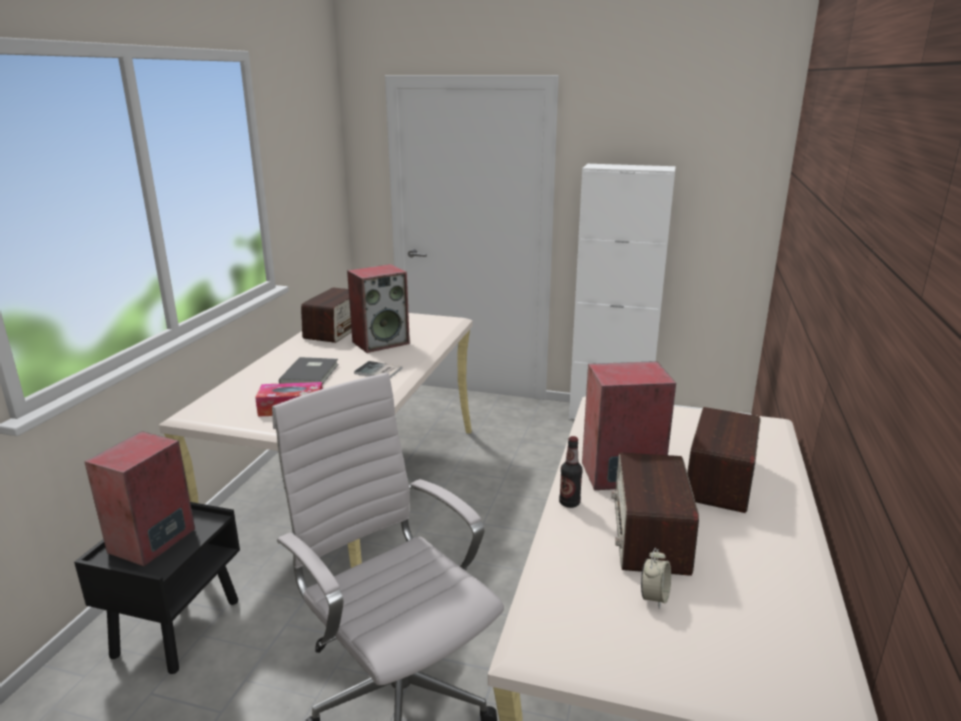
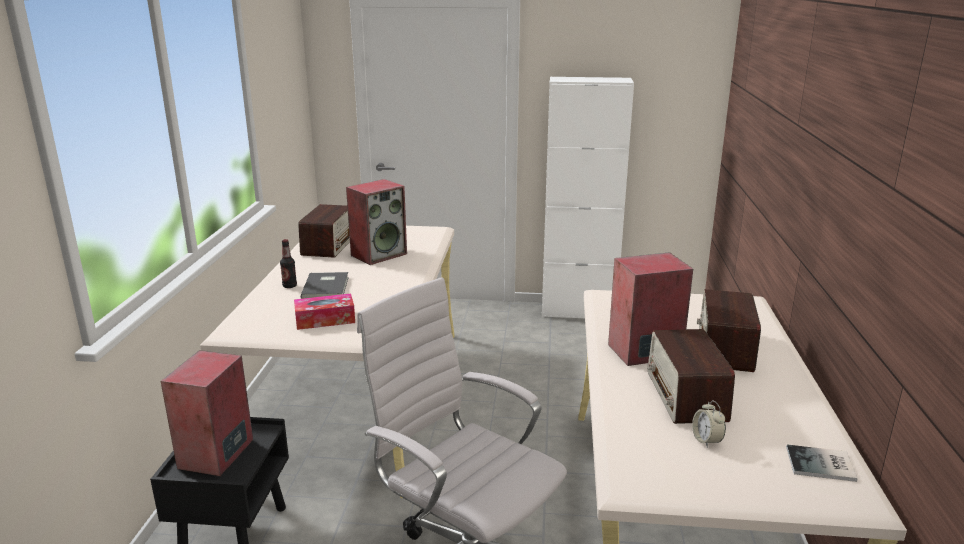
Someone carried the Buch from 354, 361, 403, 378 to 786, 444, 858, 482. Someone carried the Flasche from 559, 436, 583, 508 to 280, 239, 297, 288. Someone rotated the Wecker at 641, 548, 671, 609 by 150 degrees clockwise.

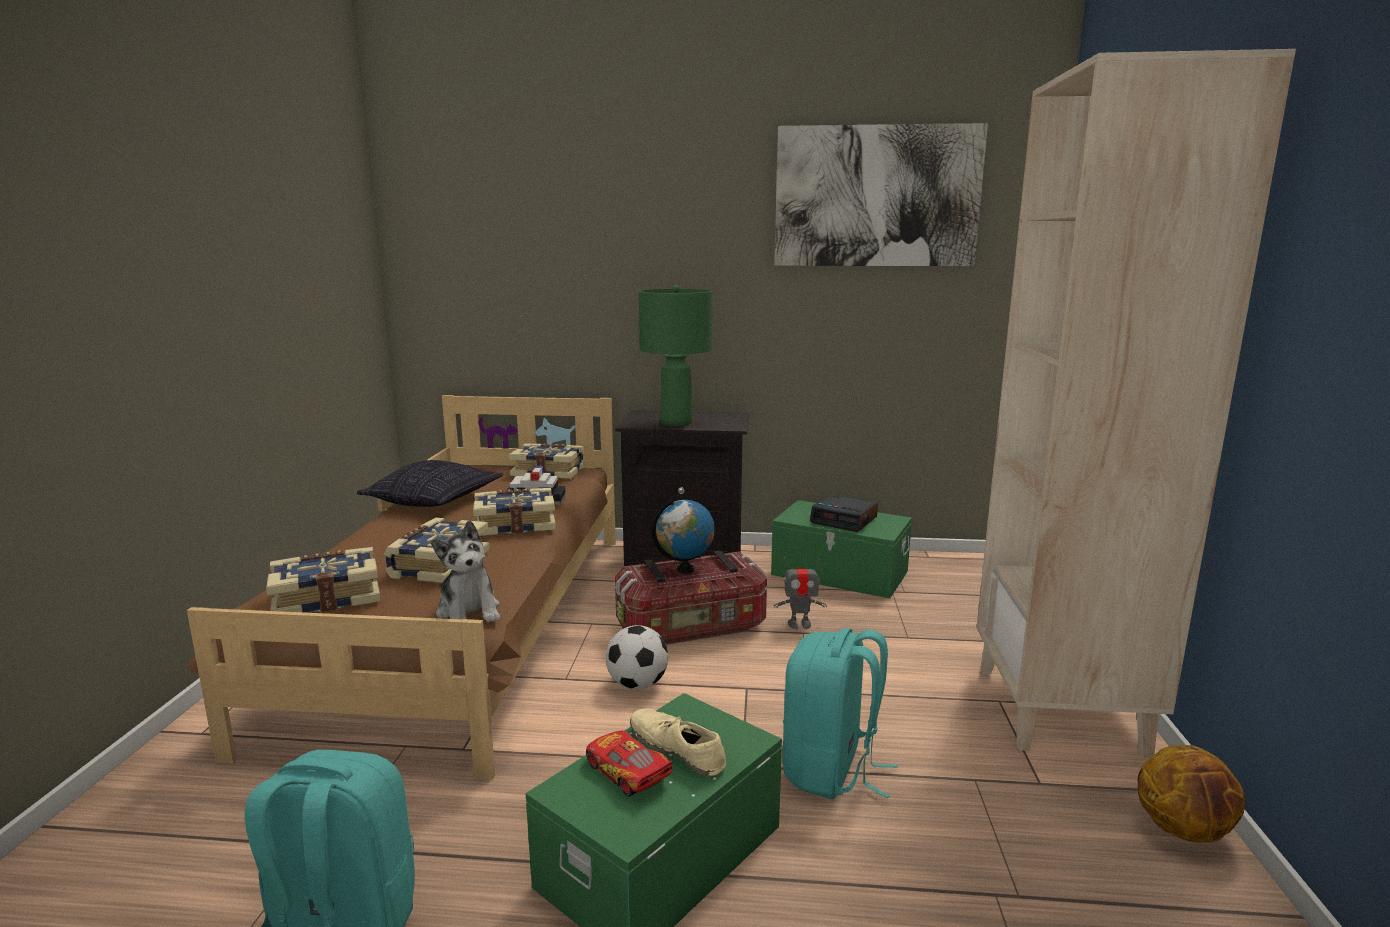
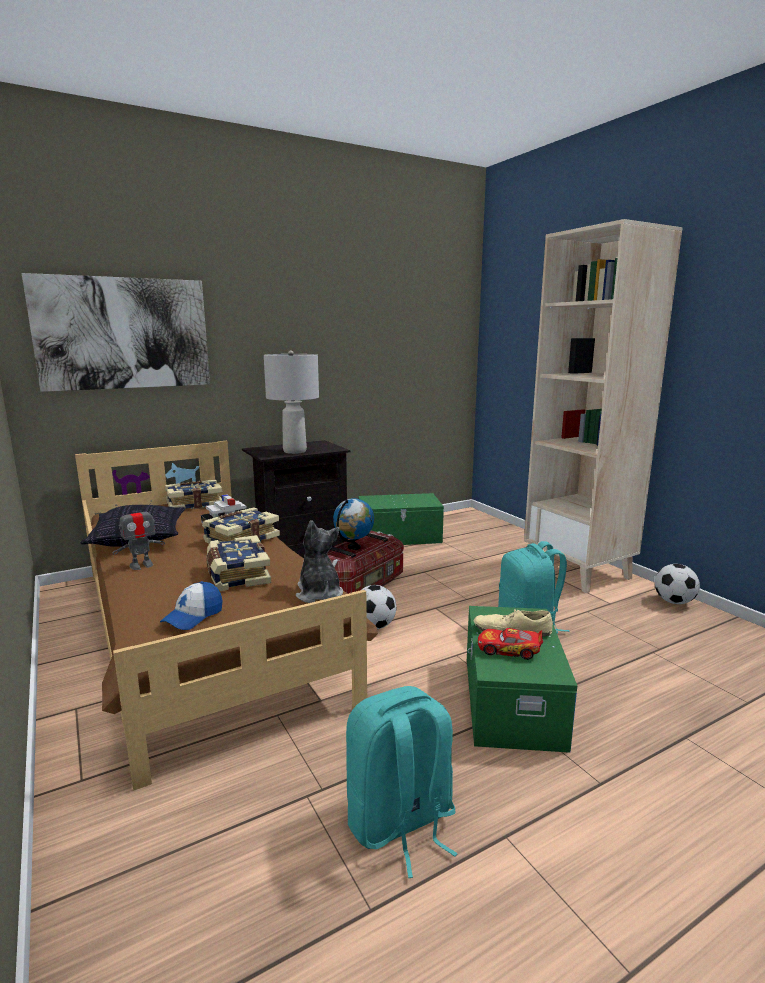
Someone carried the Bild from 774, 123, 988, 266 to 22, 273, 210, 392. Someone repainted the Tischlampe [grün] at 639, 285, 712, 426, which became the Tischlampe [grau] at 264, 350, 319, 454. Someone took away the Wecker at 810, 495, 878, 532. Someone rotated the Plüschtier at 431, 520, 500, 622 by 135 degrees counterclockwise. Someone swapped the Buch at 266, 547, 381, 613 for the Kappe at 160, 581, 223, 630. Someone carried the Spielzeugroboter from 774, 558, 827, 629 to 113, 500, 165, 570. Someone swapped the Basketball at 1138, 745, 1246, 843 for the Fußball at 655, 564, 700, 604.

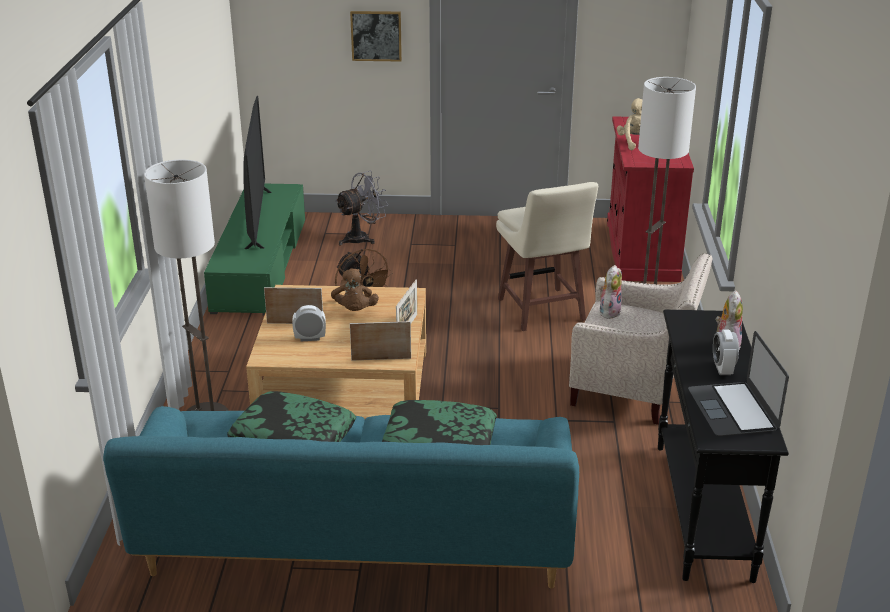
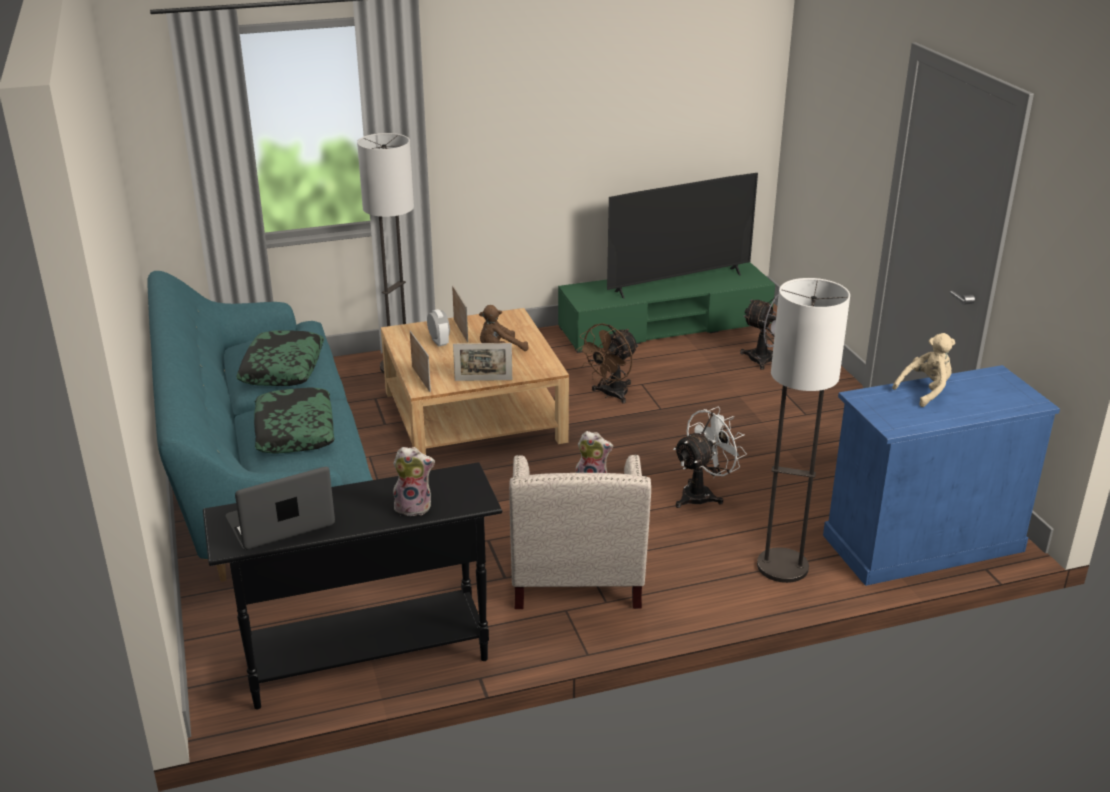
Someone took away the Bild at 350, 11, 402, 62. Someone repainted the Schrank [rot] at 607, 117, 694, 282, which became the Schrank [blau] at 823, 365, 1060, 586. Someone swapped the Hocker [beige] at 496, 182, 598, 331 for the Ventilator [weiß] at 673, 407, 747, 508. Someone took away the Wecker at 713, 330, 739, 375.

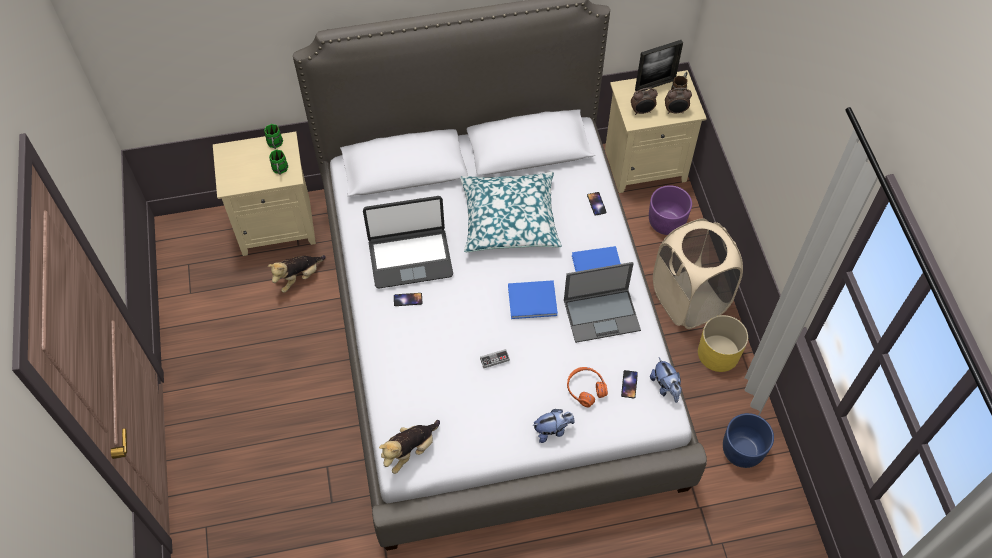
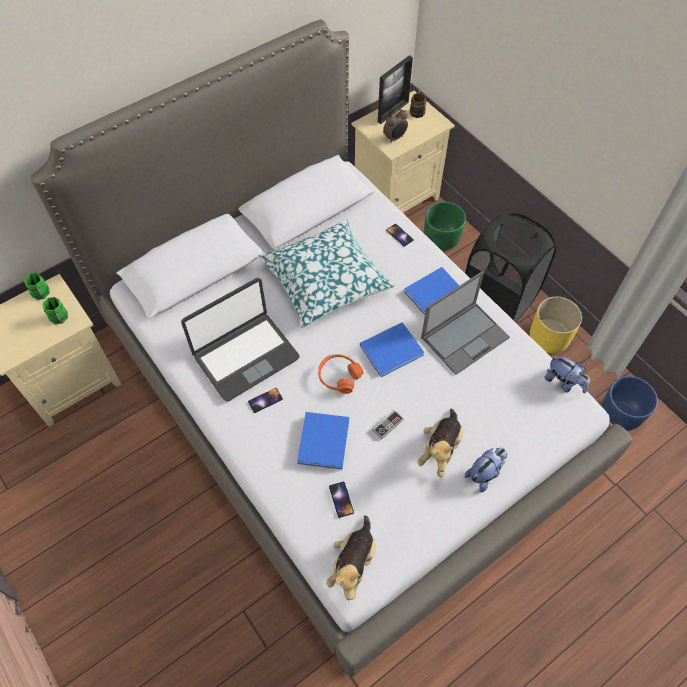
Someone took away the Wecker at 665, 88, 692, 114. Someone repainted the Pflanzkübel [lila] at 649, 185, 692, 235, which became the Pflanzkübel [grün] at 424, 202, 466, 251. Someone repainted the Wäschekorb [beige] at 653, 218, 743, 329, which became the Wäschekorb [schwarz] at 465, 213, 556, 322. Someone carried the Plüschtier from 268, 255, 326, 293 to 417, 409, 463, 477. Someone carried the Kopfhörer [orange] from 567, 367, 608, 407 to 318, 354, 364, 394. Someone carried the Handy from 621, 370, 638, 399 to 329, 482, 354, 518. Someone put down the Buch [blau] at 297, 412, 349, 469.

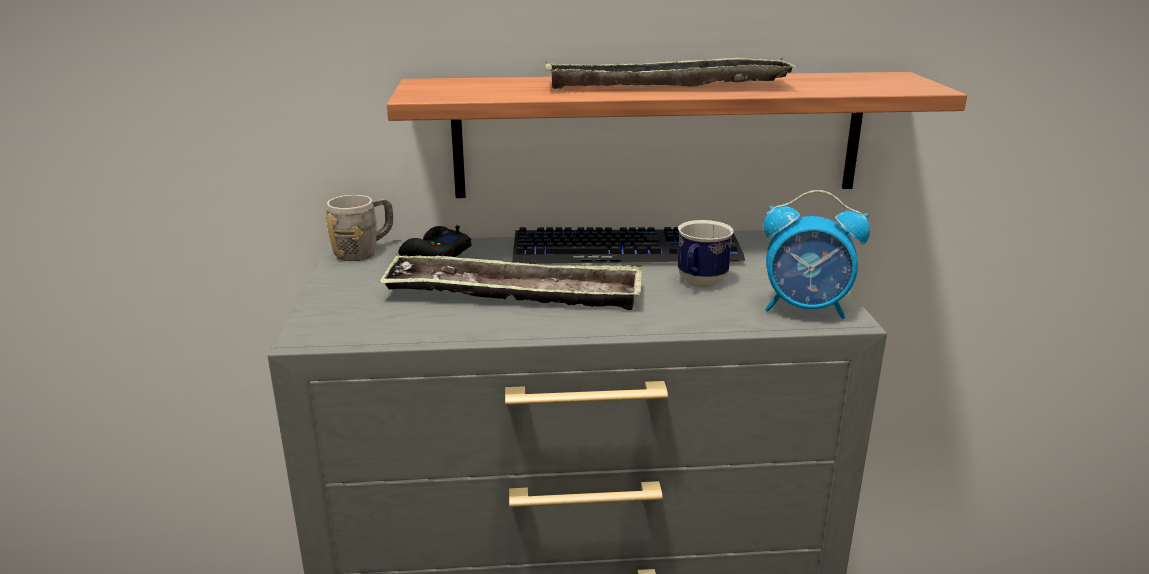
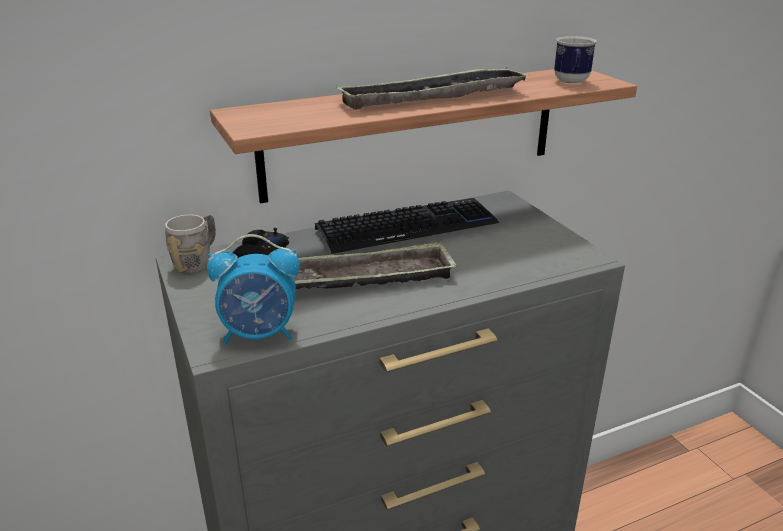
Someone carried the Wecker from 763, 190, 870, 319 to 207, 234, 300, 344. Someone carried the Henkelbecher from 678, 220, 734, 288 to 554, 36, 597, 84.

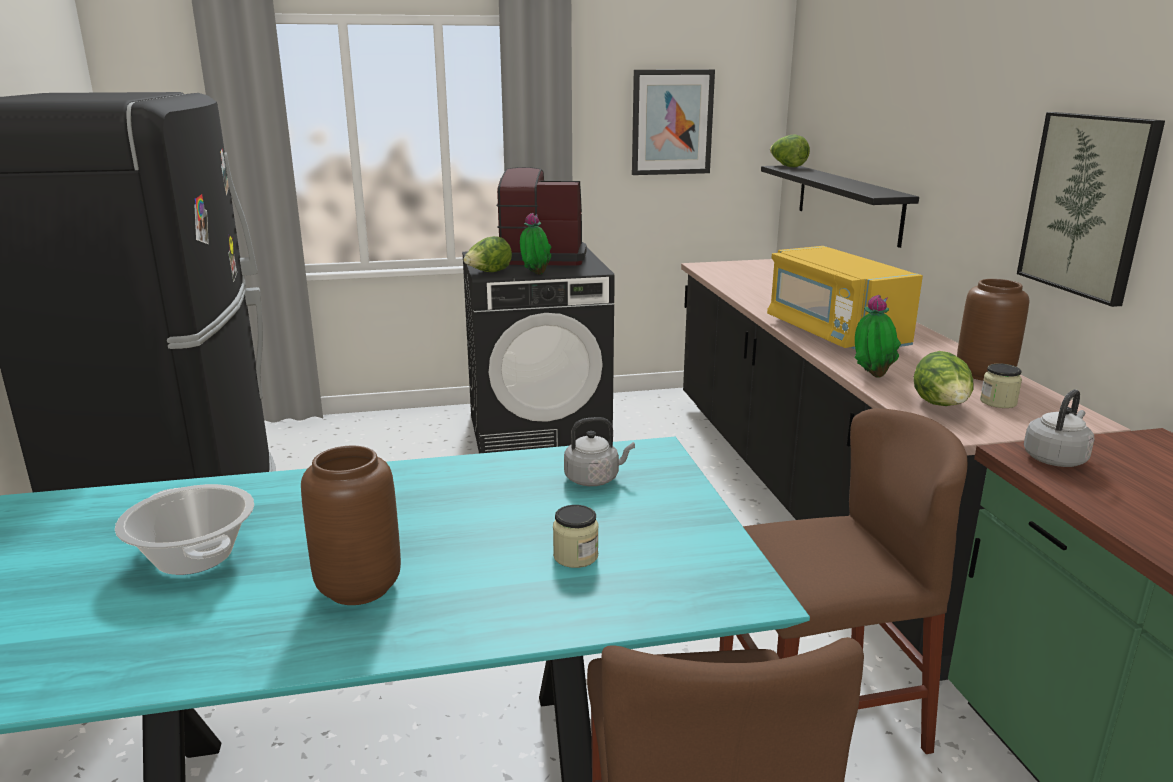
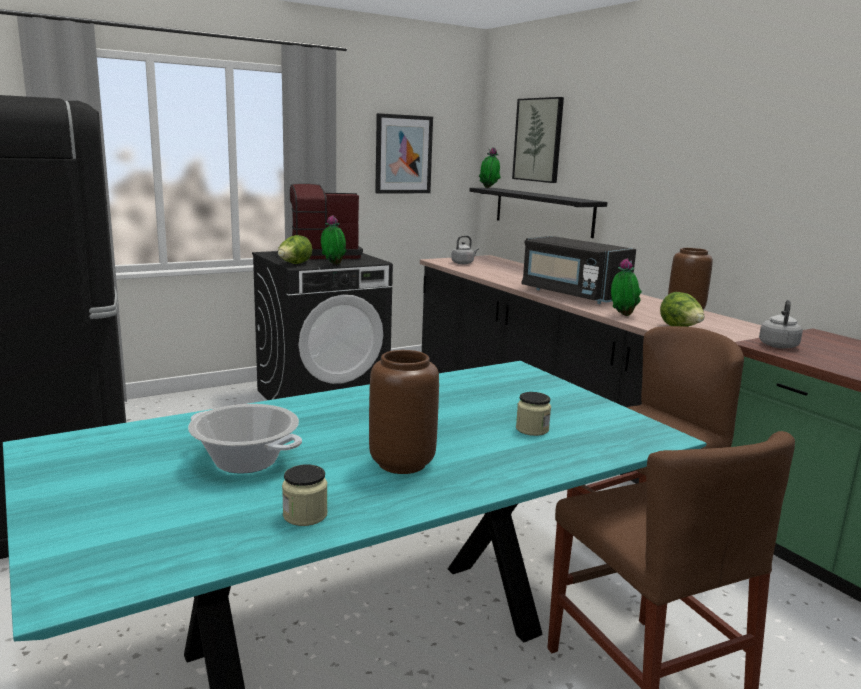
Someone carried the Bild from 1017, 112, 1165, 307 to 512, 97, 564, 183. Someone swapped the Salatkopf at 770, 134, 810, 167 for the Topfpflanze at 479, 147, 501, 188. Someone repainted the Mikrowelle [gelb] at 767, 246, 923, 349, which became the Mikrowelle [schwarz] at 521, 236, 636, 304. Someone carried the Vorratsglas from 980, 363, 1022, 408 to 282, 464, 328, 526. Someone carried the Wasserkessel [grau] from 564, 417, 635, 486 to 451, 236, 479, 264.

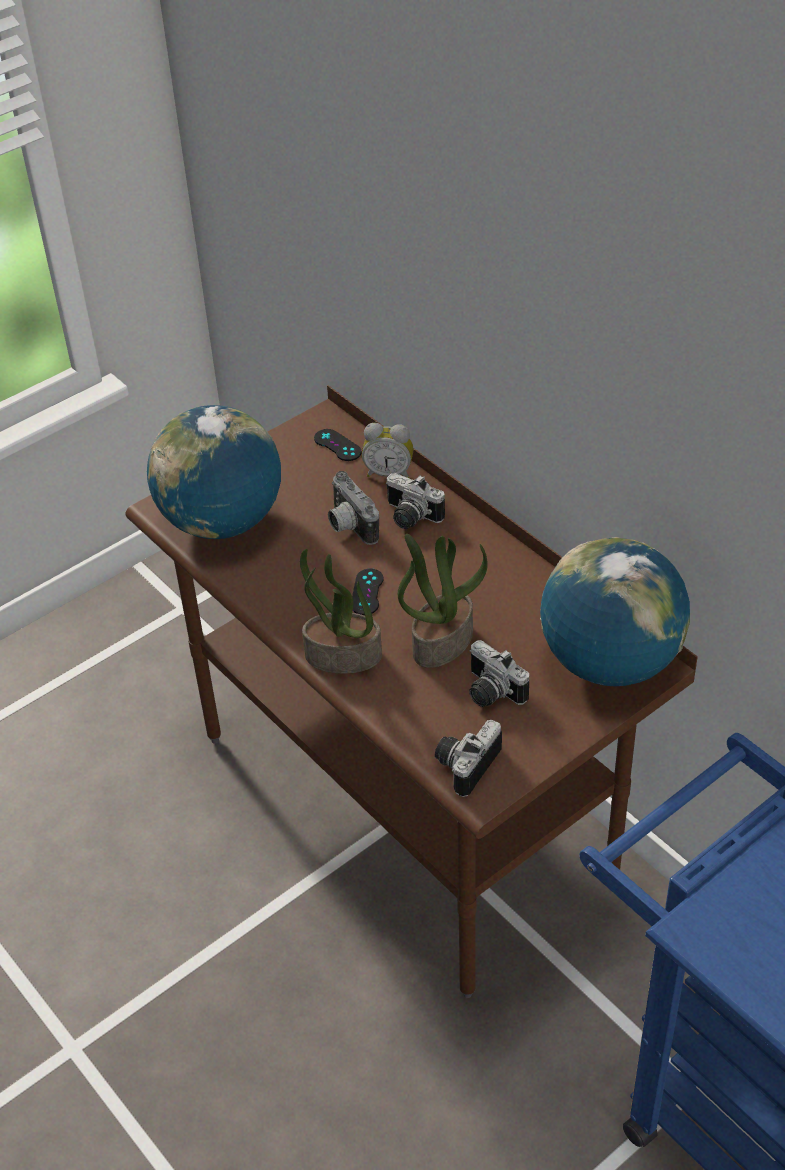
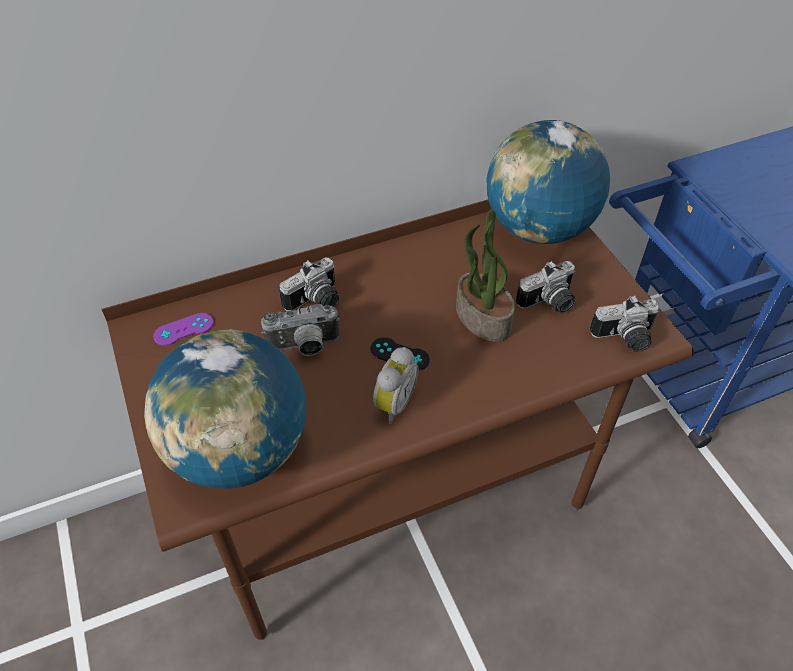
Someone carried the Wecker from 362, 423, 413, 479 to 373, 347, 419, 424. Someone repainted the Gamepad [schwarz] at 314, 429, 362, 461, which became the Gamepad [lila] at 153, 313, 214, 346. Someone took away the Topfpflanze at 300, 549, 382, 674. Someone rotated the Kamera at 435, 720, 502, 797 by 60 degrees counterclockwise.

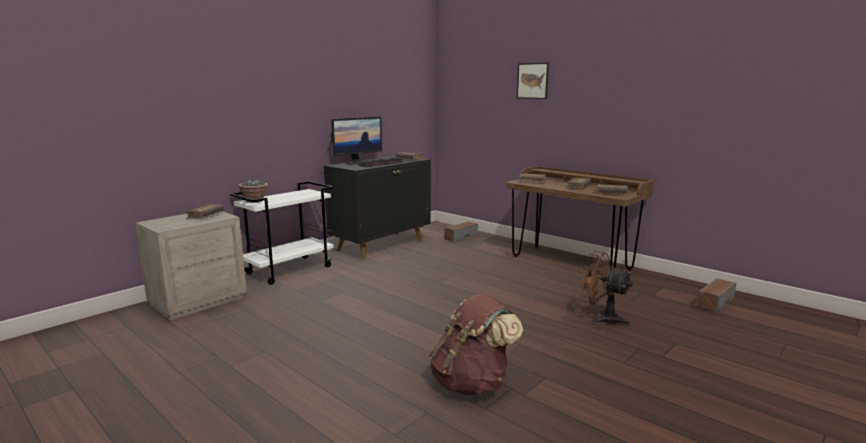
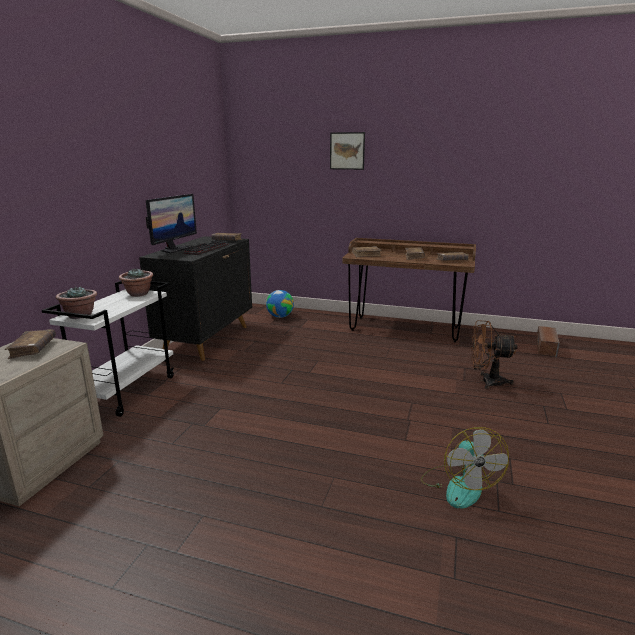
Someone swapped the Lautsprecher at 444, 221, 478, 242 for the Globus at 266, 290, 294, 318. Someone swapped the Rucksack [braun] at 429, 294, 523, 395 for the Ventilator at 421, 427, 509, 509. Someone put down the Topfpflanze at 119, 269, 153, 297.

